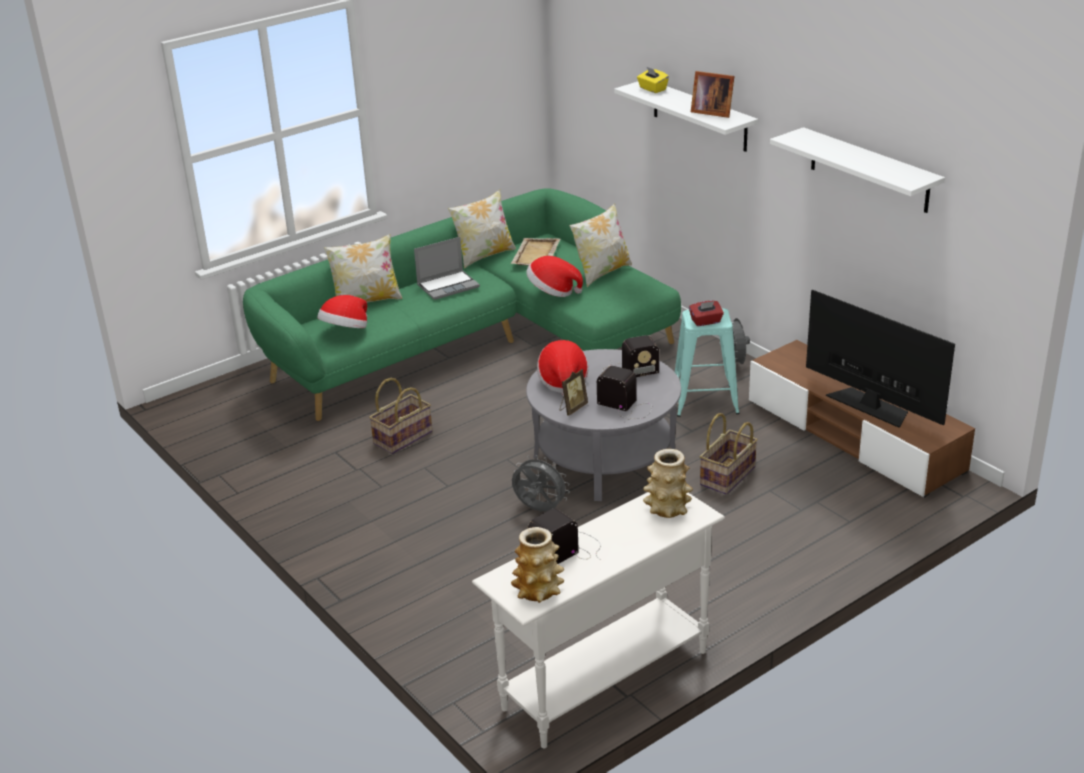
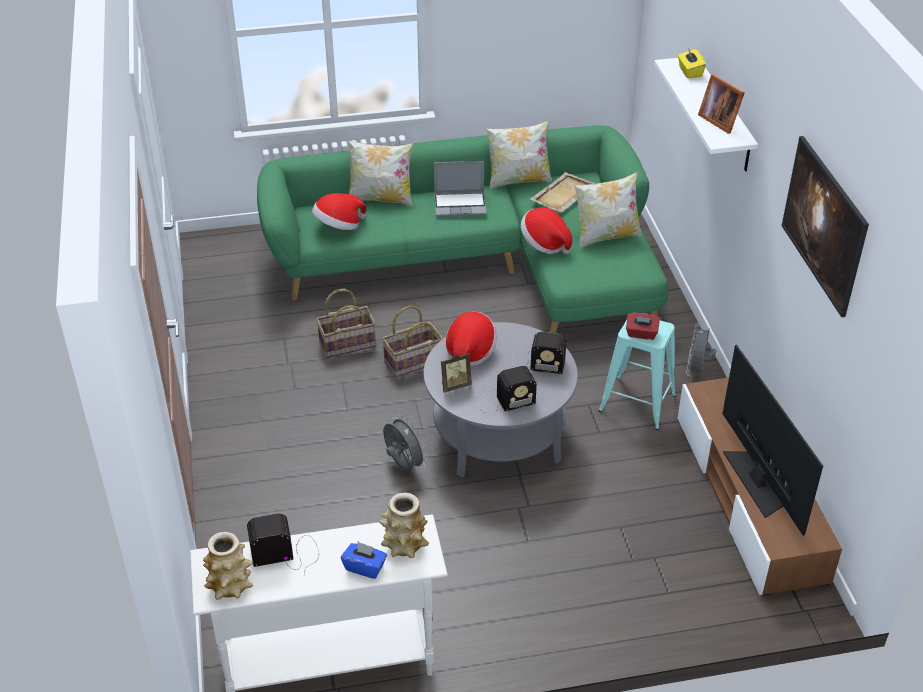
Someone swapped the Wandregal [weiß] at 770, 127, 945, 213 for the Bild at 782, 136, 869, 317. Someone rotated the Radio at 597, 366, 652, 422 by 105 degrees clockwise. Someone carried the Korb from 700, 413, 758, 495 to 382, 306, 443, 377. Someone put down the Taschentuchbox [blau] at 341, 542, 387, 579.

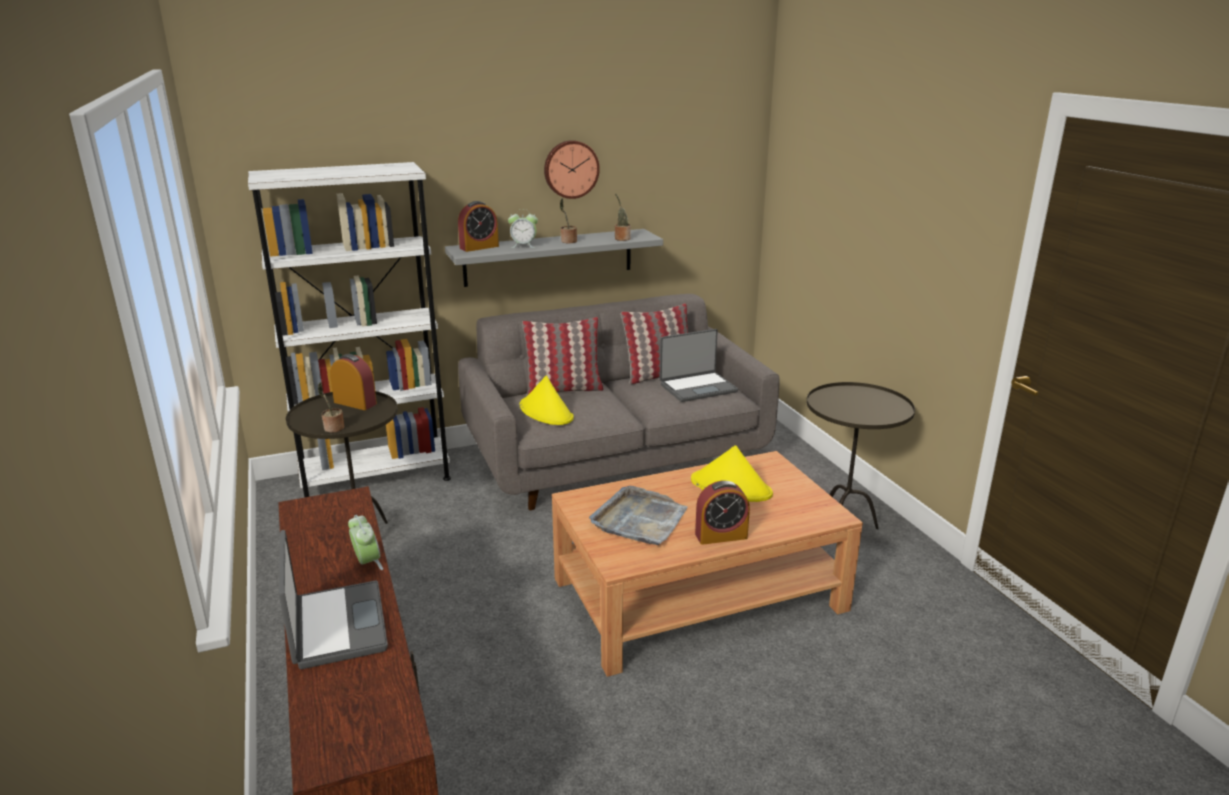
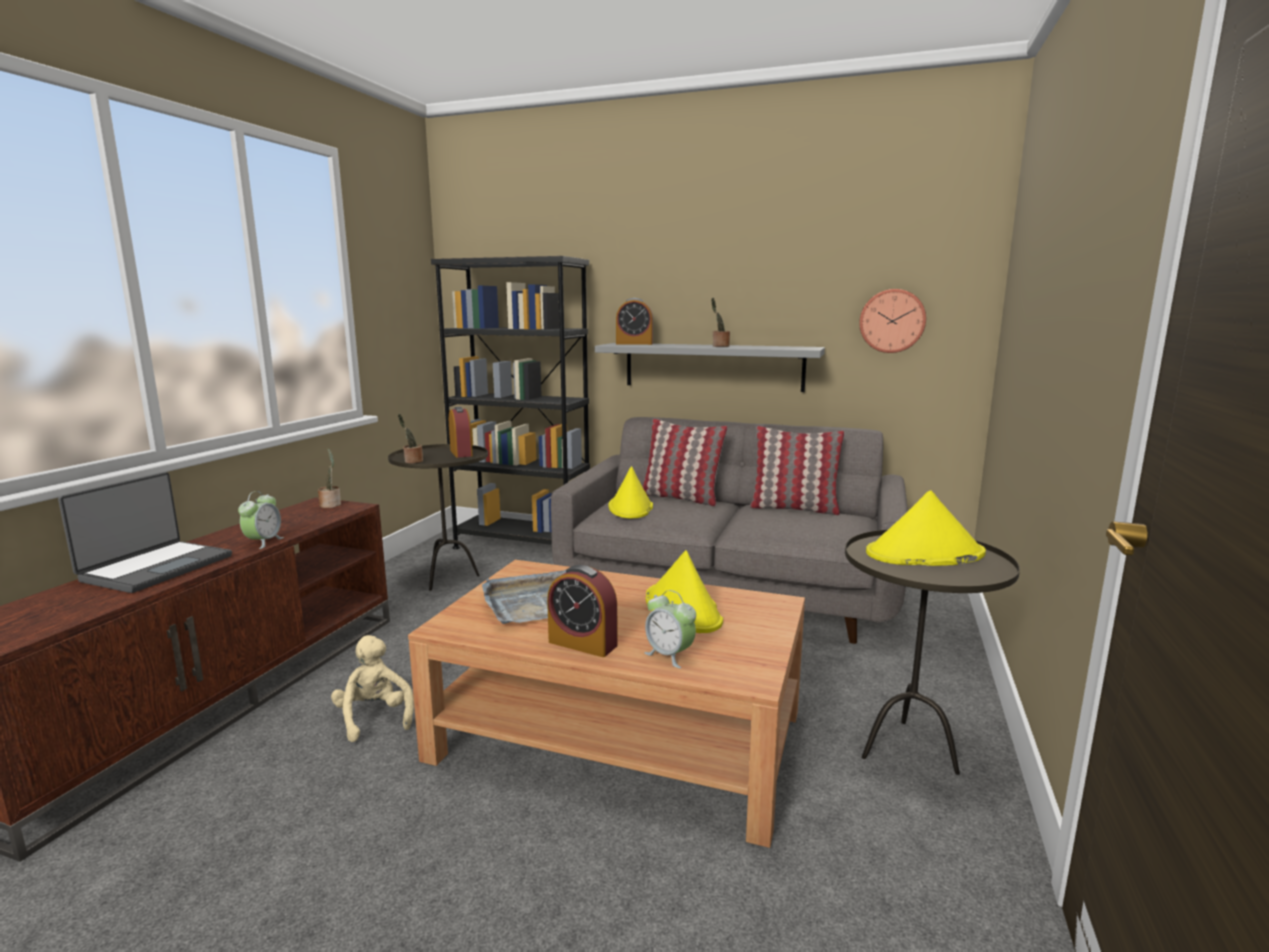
Someone carried the Wanduhr from 544, 140, 600, 199 to 859, 289, 926, 353. Someone repainted the Bücherregal [weiß] at 248, 162, 451, 497, which became the Bücherregal [schwarz] at 431, 256, 590, 549. Someone carried the Topfpflanze from 614, 193, 631, 241 to 318, 449, 341, 508. Someone carried the Wecker from 508, 209, 538, 248 to 644, 590, 696, 668. Someone took away the Laptop at 659, 329, 738, 402. Someone put down the Hut [gelb] at 866, 490, 986, 566. Someone put down the Plüschtier [beige] at 331, 635, 414, 742.

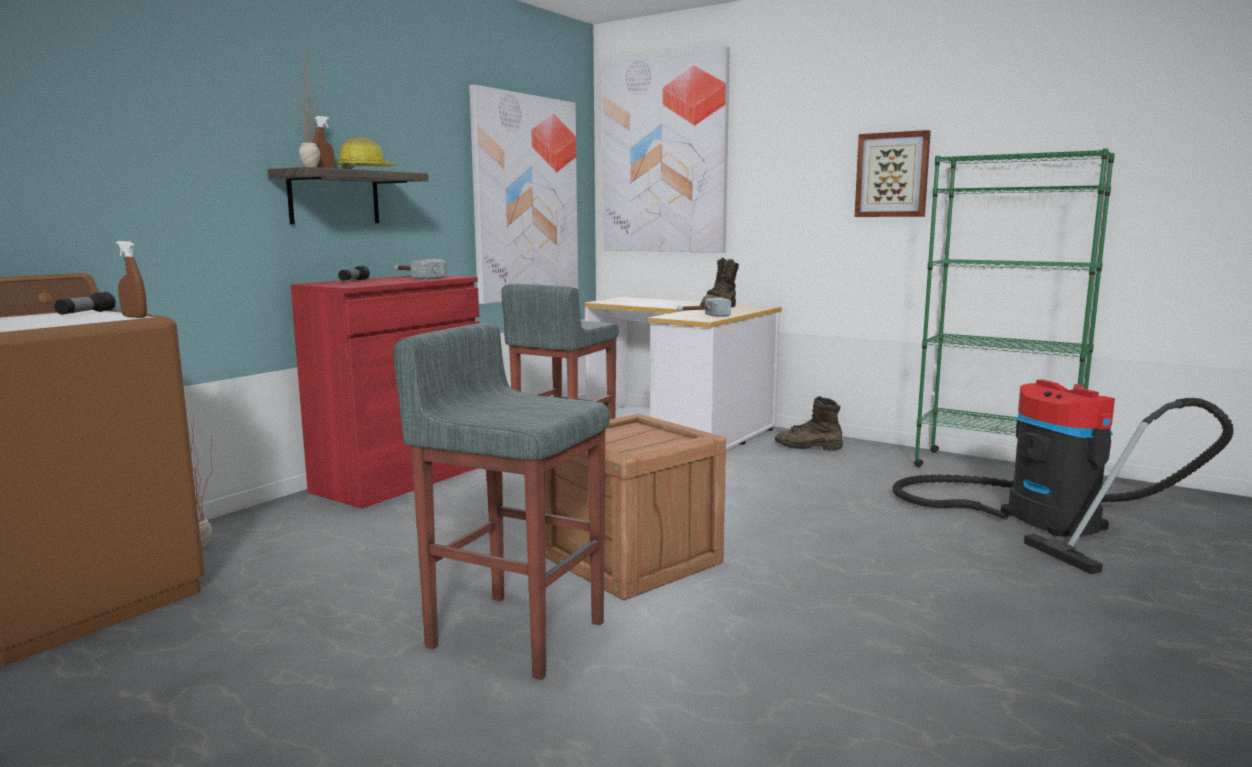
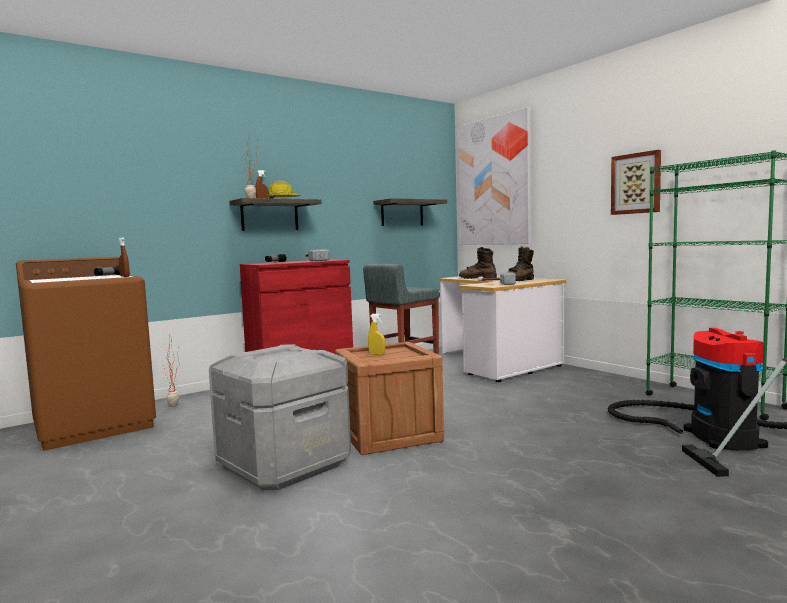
Someone swapped the Bild at 469, 85, 578, 304 for the Wandregal at 373, 198, 447, 226. Someone swapped the Hocker [grau] at 393, 323, 610, 680 for the Aufbewahrungsbox [grau] at 209, 344, 351, 490. Someone carried the Stiefel [braun] from 775, 396, 843, 450 to 459, 247, 497, 279. Someone put down the Sprühflasche [gelb] at 368, 314, 385, 355.

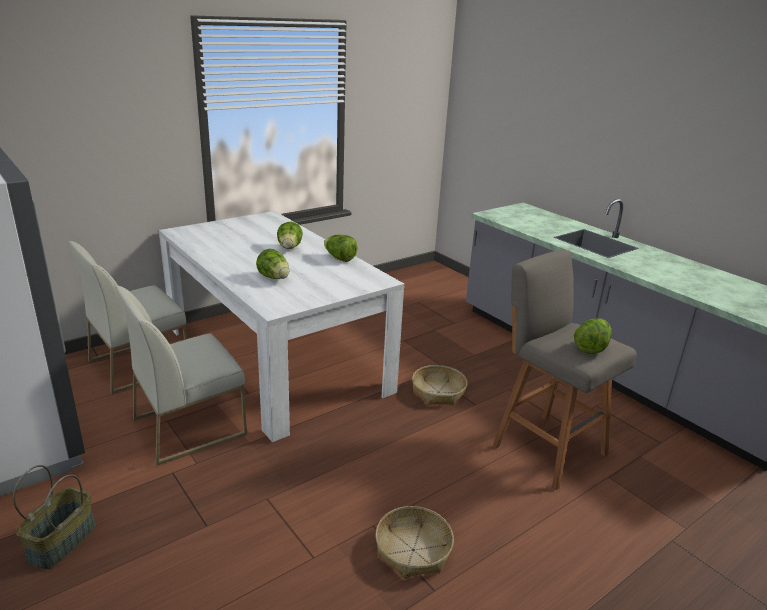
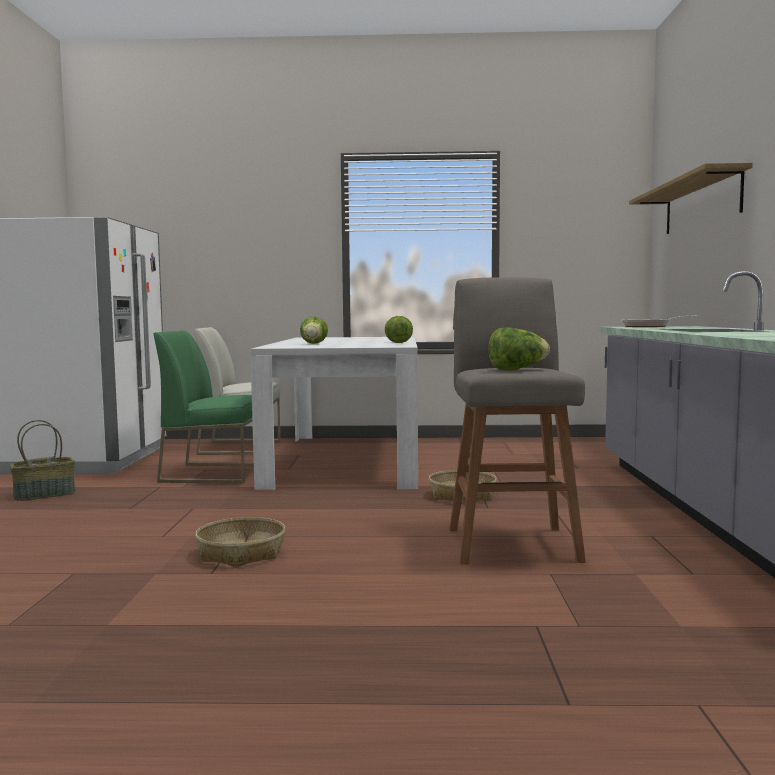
Someone took away the Salatkopf at 277, 222, 303, 249. Someone repainted the Stuhl [weiß] at 115, 285, 247, 466, which became the Stuhl [grün] at 154, 330, 254, 484. Someone put up the Wandregal at 629, 163, 753, 234. Someone put down the Pfanne at 621, 315, 697, 327.

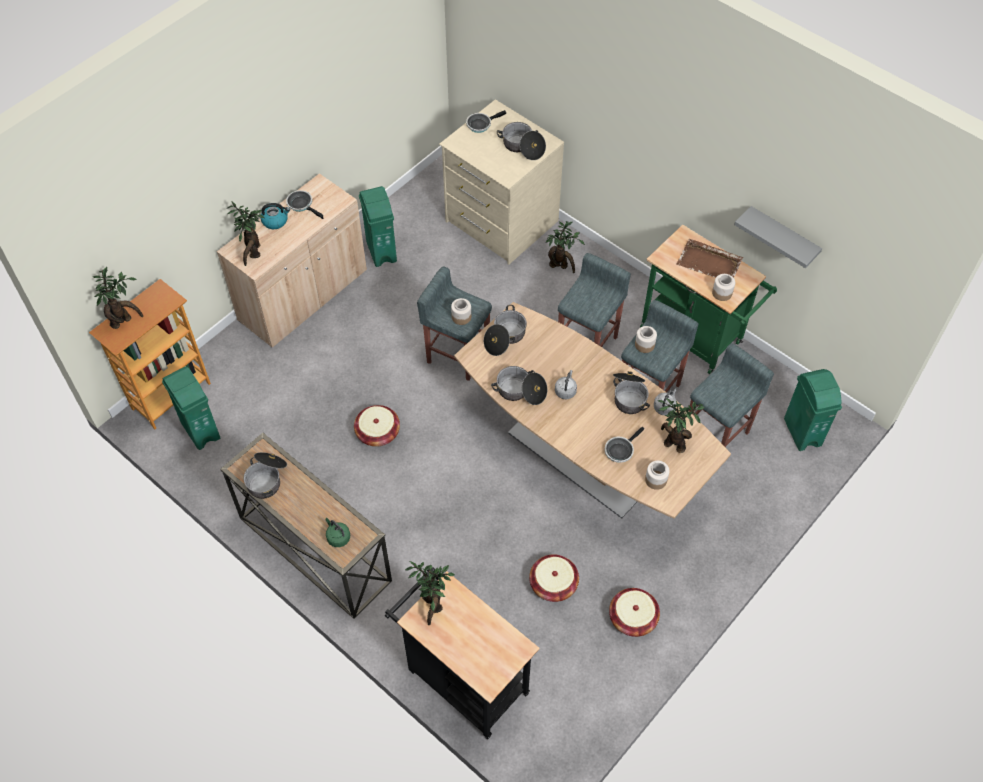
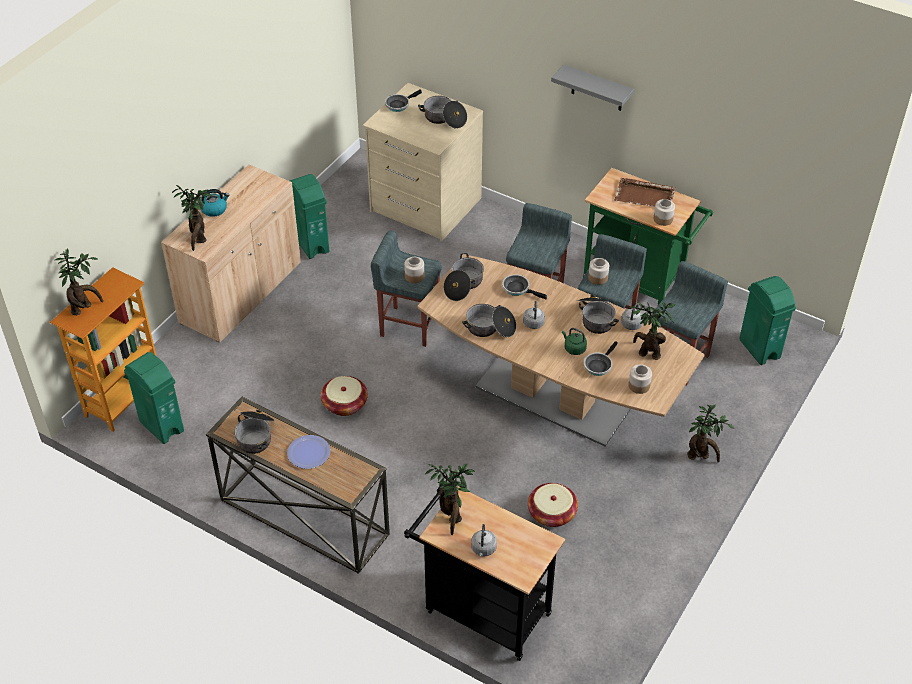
Someone carried the Pfanne from 286, 190, 323, 219 to 502, 274, 547, 299. Someone carried the Wandregal [grau] from 734, 206, 822, 268 to 551, 65, 634, 111. Someone carried the Topfpflanze from 545, 221, 585, 273 to 687, 404, 734, 462. Someone carried the Wasserkessel [grün] from 325, 518, 350, 547 to 562, 328, 587, 355. Someone took away the Korb at 609, 588, 660, 637. Someone put down the Teller at 287, 435, 330, 469. Someone put down the Wasserkessel [grau] at 471, 524, 497, 556.

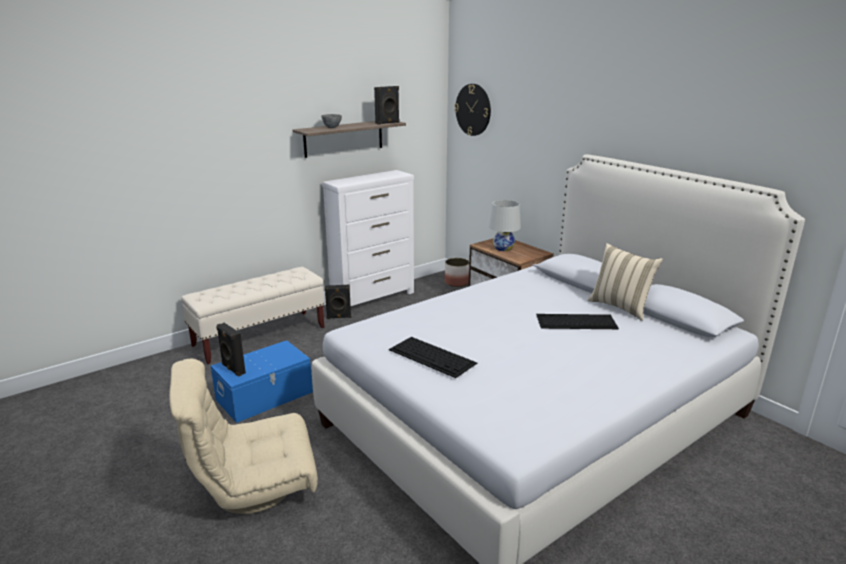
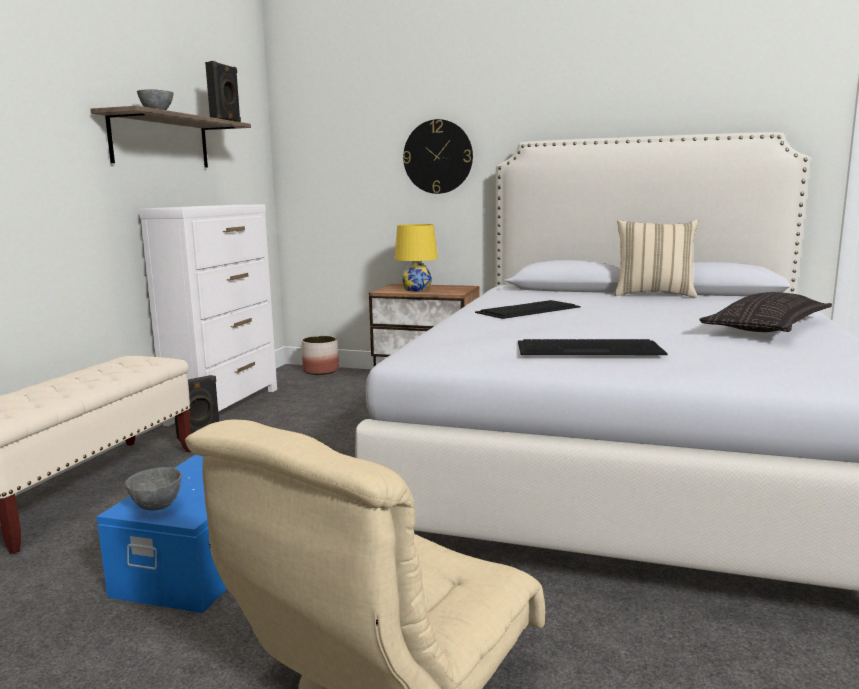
Someone carried the Wanduhr from 454, 84, 491, 136 to 403, 119, 473, 194. Someone repainted the Tischlampe [weiß] at 489, 200, 521, 251, which became the Tischlampe [gelb] at 394, 224, 438, 291. Someone carried the Tastatur from 536, 314, 619, 329 to 475, 300, 581, 319. Someone swapped the Lautsprecher [schwarz] at 216, 323, 246, 376 for the Schüssel [grau] at 125, 467, 182, 511. Someone put down the Kissen at 699, 292, 832, 332.

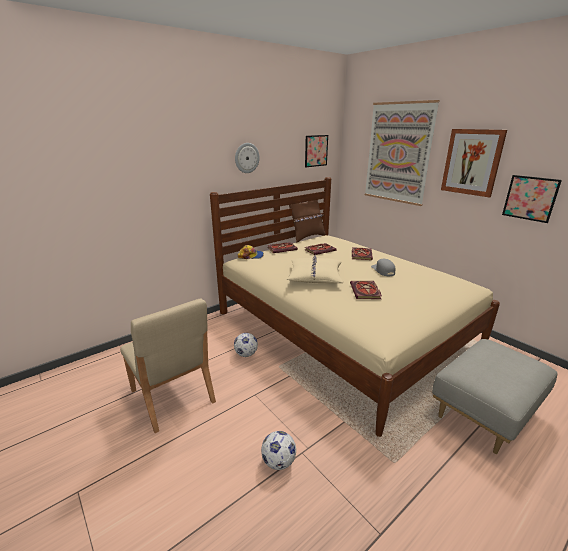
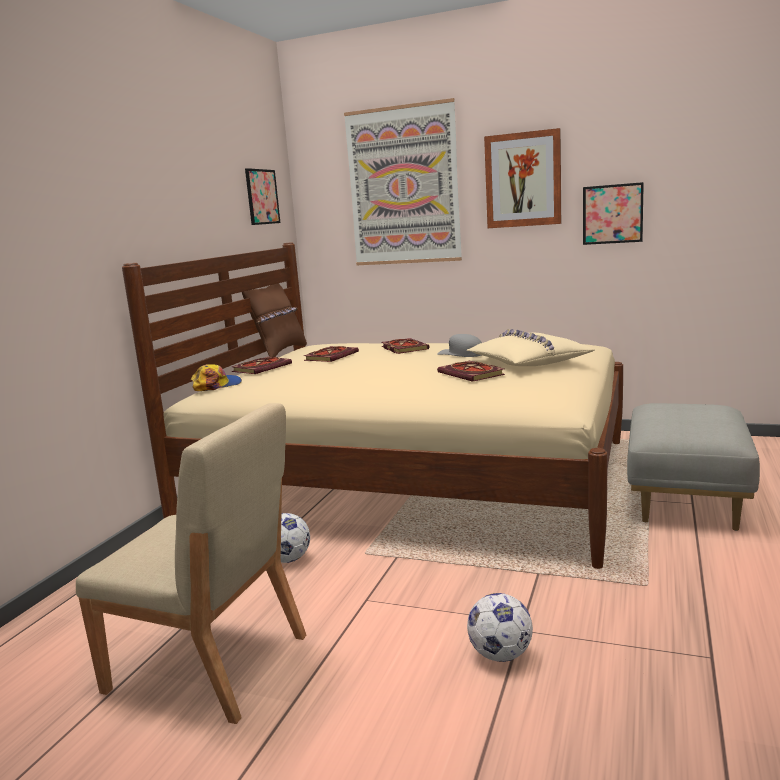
Someone took away the Wanduhr at 235, 143, 260, 173. Someone carried the Kissen [beige] from 287, 255, 343, 283 to 466, 329, 595, 366.

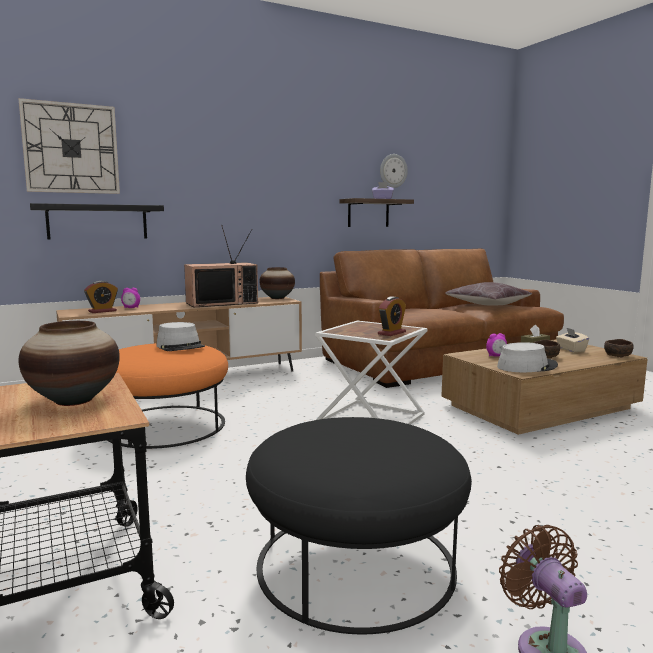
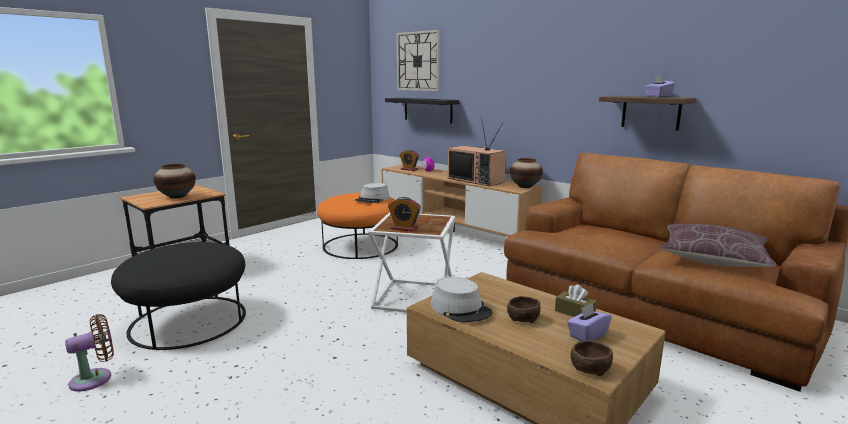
Someone took away the Wanduhr at 380, 154, 408, 188. Someone repainted the Taschentuchbox [beige] at 556, 328, 589, 352, which became the Taschentuchbox [lila] at 567, 303, 612, 341. Someone took away the Wecker at 486, 333, 507, 357.

